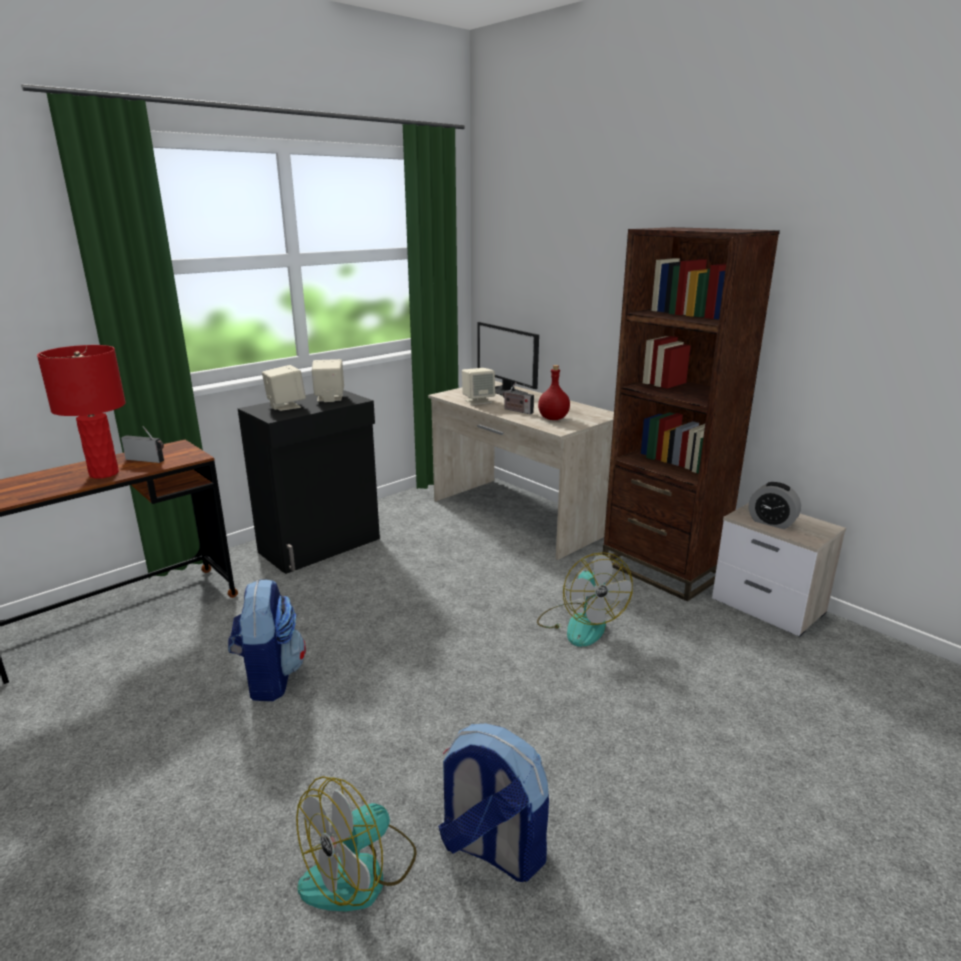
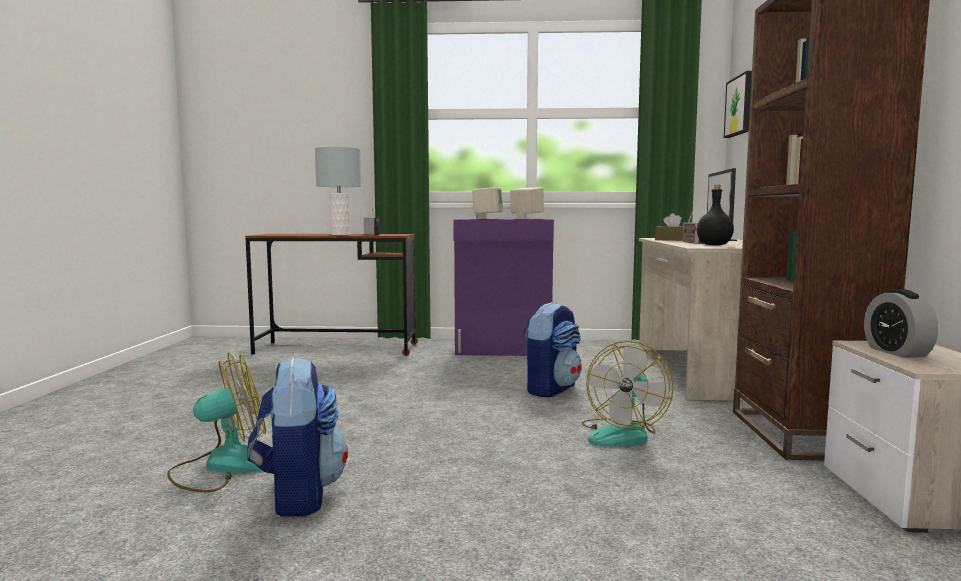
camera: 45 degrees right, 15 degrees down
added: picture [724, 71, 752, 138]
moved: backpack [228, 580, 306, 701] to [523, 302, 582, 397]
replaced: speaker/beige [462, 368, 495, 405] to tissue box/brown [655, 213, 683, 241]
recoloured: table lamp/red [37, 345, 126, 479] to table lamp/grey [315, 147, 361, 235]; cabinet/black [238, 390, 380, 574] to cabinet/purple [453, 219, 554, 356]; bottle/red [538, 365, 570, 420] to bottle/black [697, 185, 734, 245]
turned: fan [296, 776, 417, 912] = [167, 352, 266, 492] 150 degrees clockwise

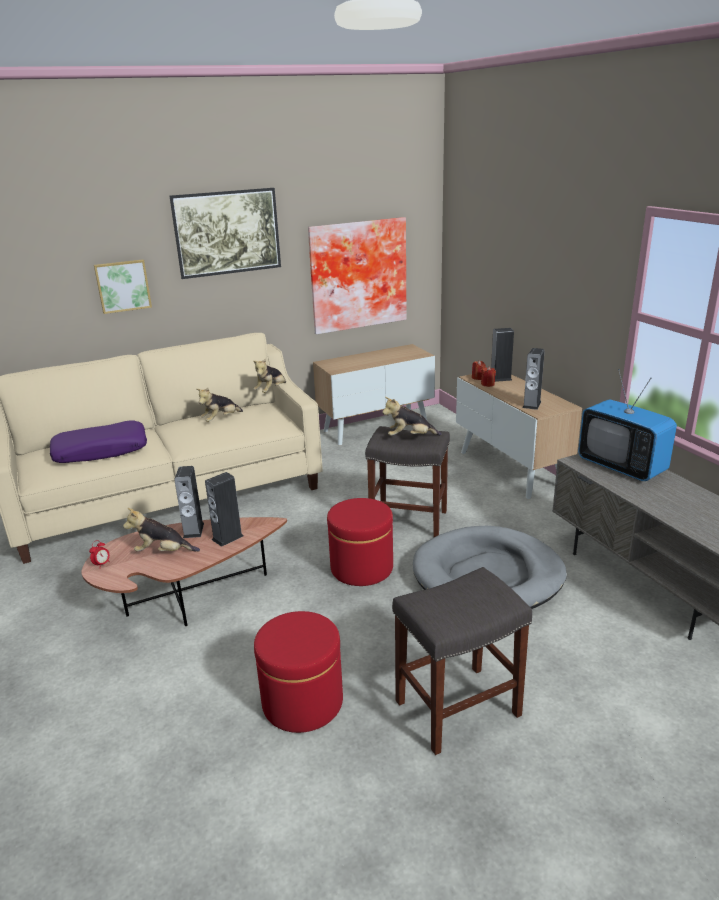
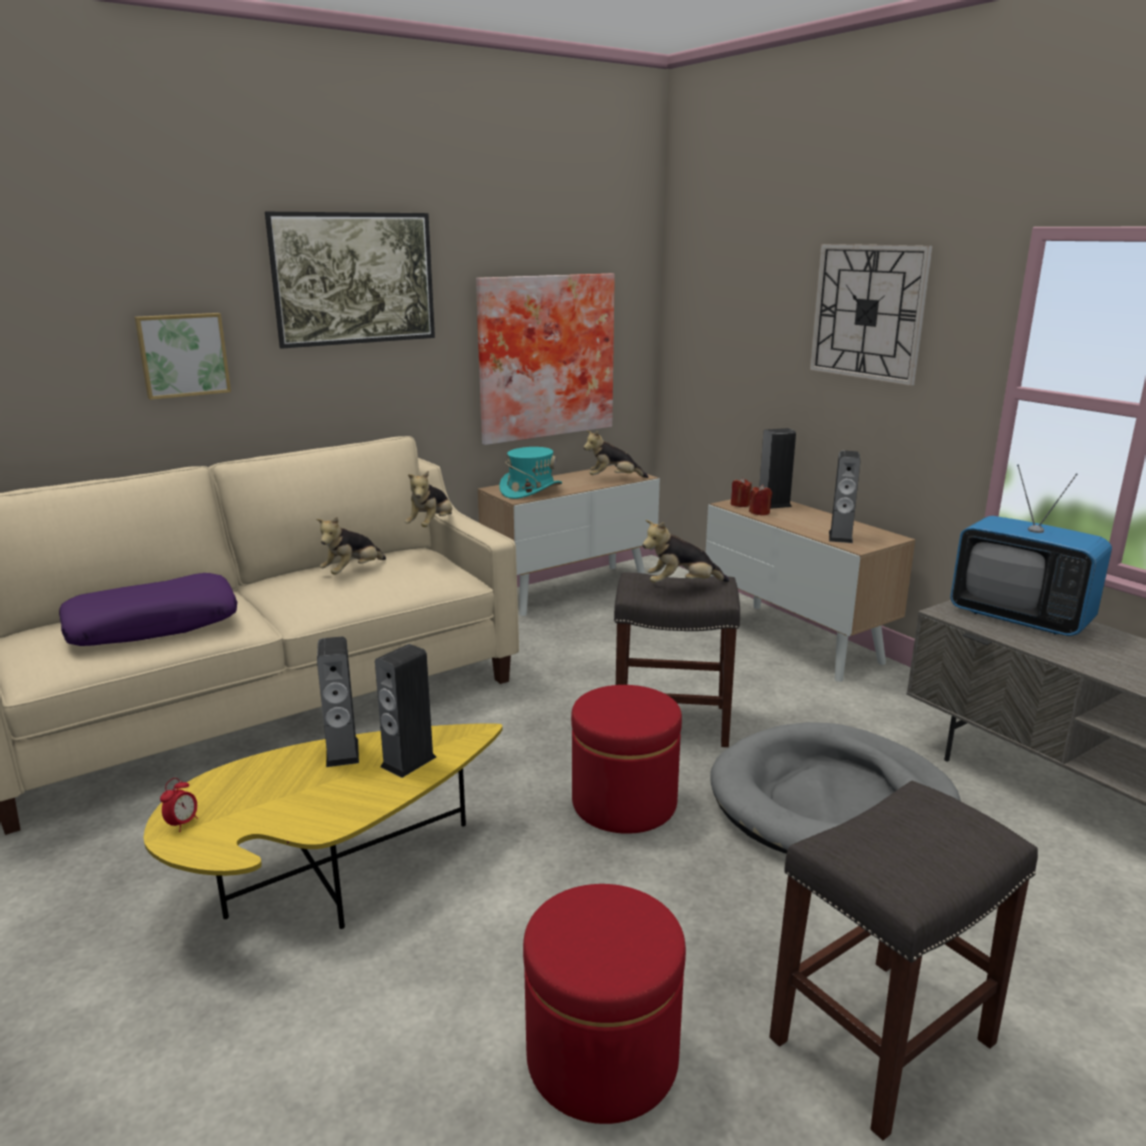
camera: 10 degrees left, 5 degrees down
added: hat/turquoise [499, 447, 562, 499]; wall clock [810, 244, 933, 386]
moved: plush toy [123, 508, 200, 552] to [583, 430, 648, 478]
recoloured: coffee table/brown [82, 517, 287, 626] to coffee table/yellow [143, 723, 502, 929]

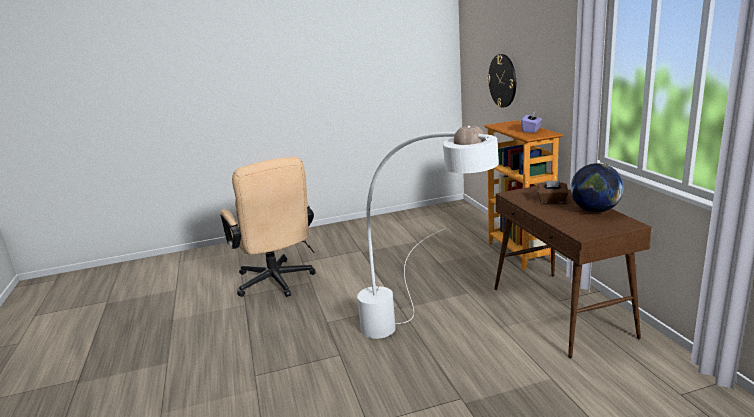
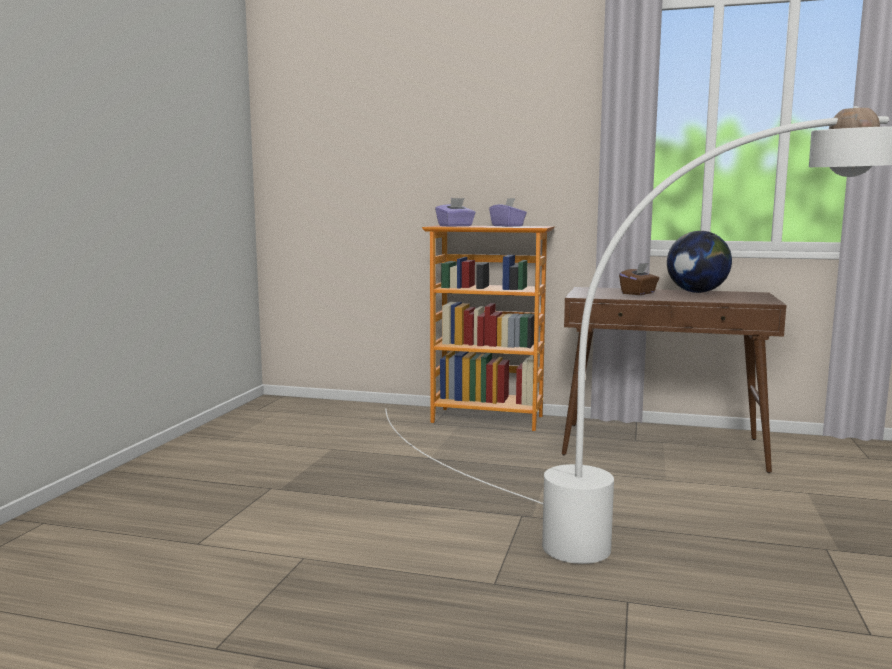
camera: 60 degrees left, 10 degrees down
removed: office chair/beige [220, 157, 316, 297]; wall clock [487, 54, 516, 108]
added: tissue box/purple [435, 198, 476, 227]

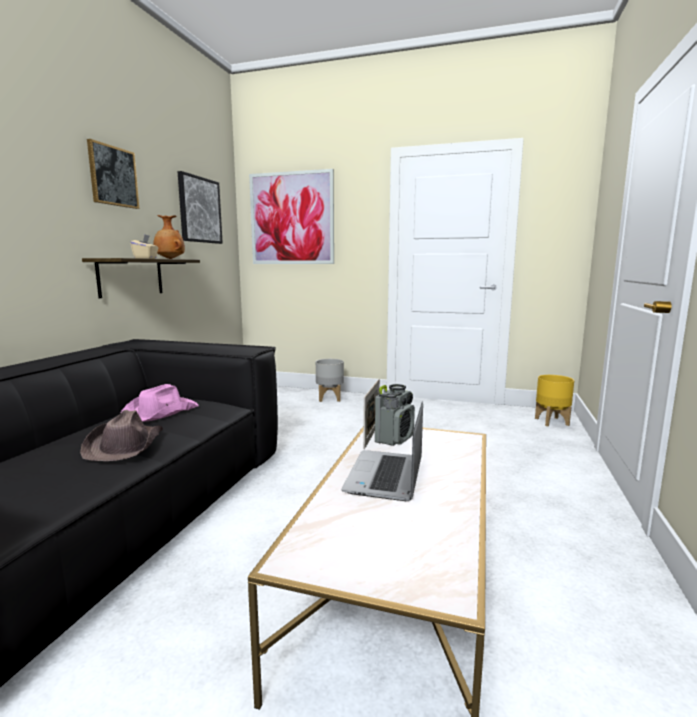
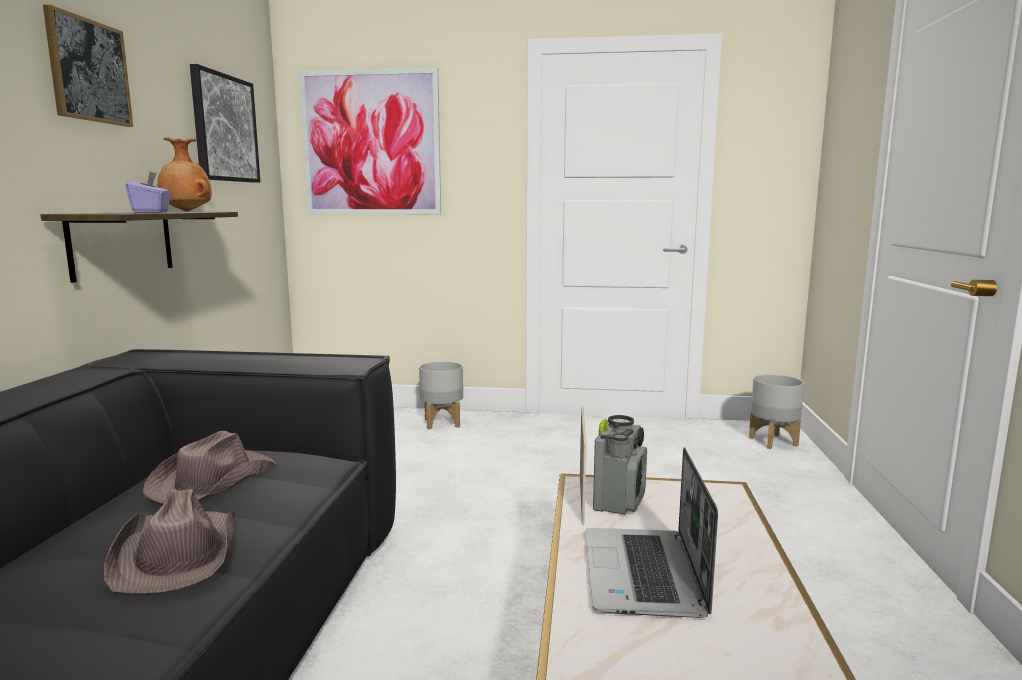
camera: 10 degrees left, 0 degrees up
recoloured: tissue box/beige [130, 235, 158, 259] to tissue box/purple [126, 172, 171, 213]; hat/pink [121, 384, 199, 422] to hat/brown [143, 431, 277, 503]; planter/yellow [535, 375, 574, 426] to planter/grey [749, 374, 804, 449]

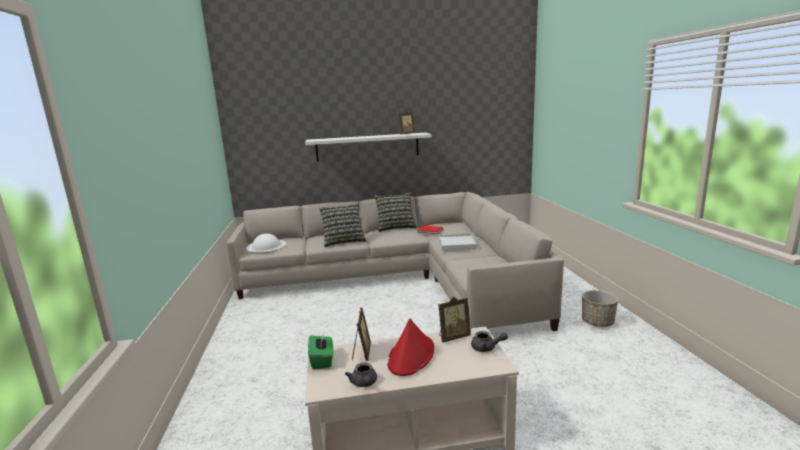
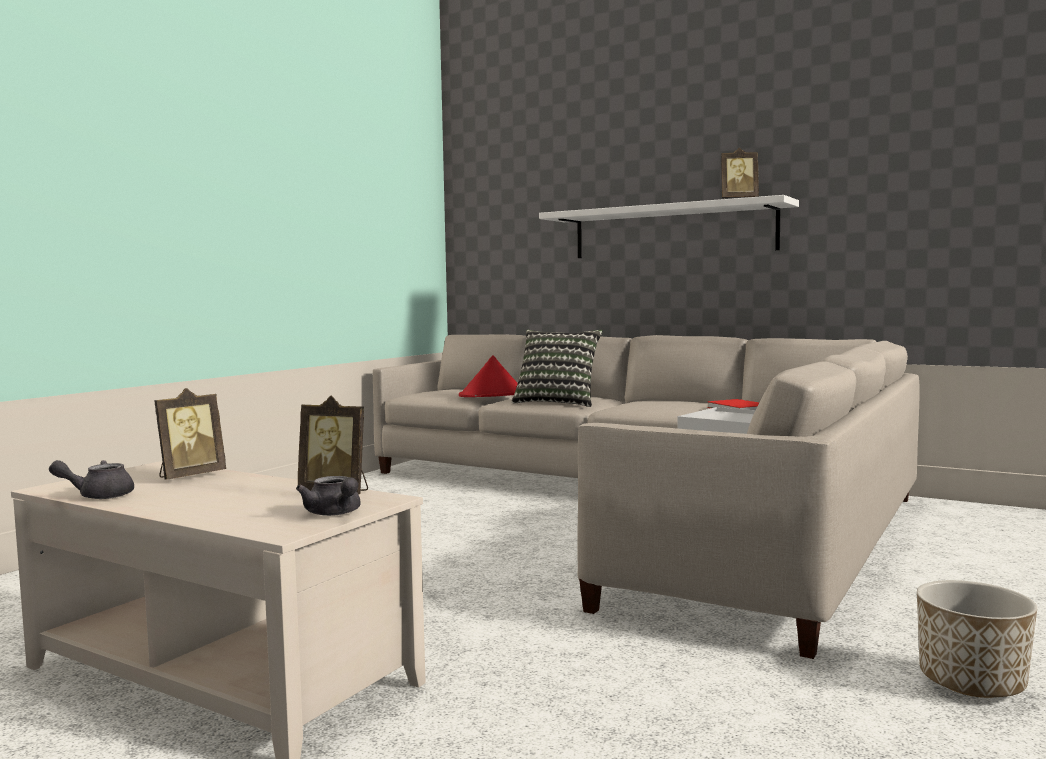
camera: 40 degrees right, 10 degrees down
removed: hat/white [246, 234, 286, 253]; tissue box/green [308, 332, 333, 370]; pillow [375, 192, 417, 232]
moved: hat/red [387, 319, 434, 376] to [459, 355, 518, 397]
turned: teapot/grey [345, 363, 377, 387] = [49, 460, 134, 499] 45 degrees clockwise

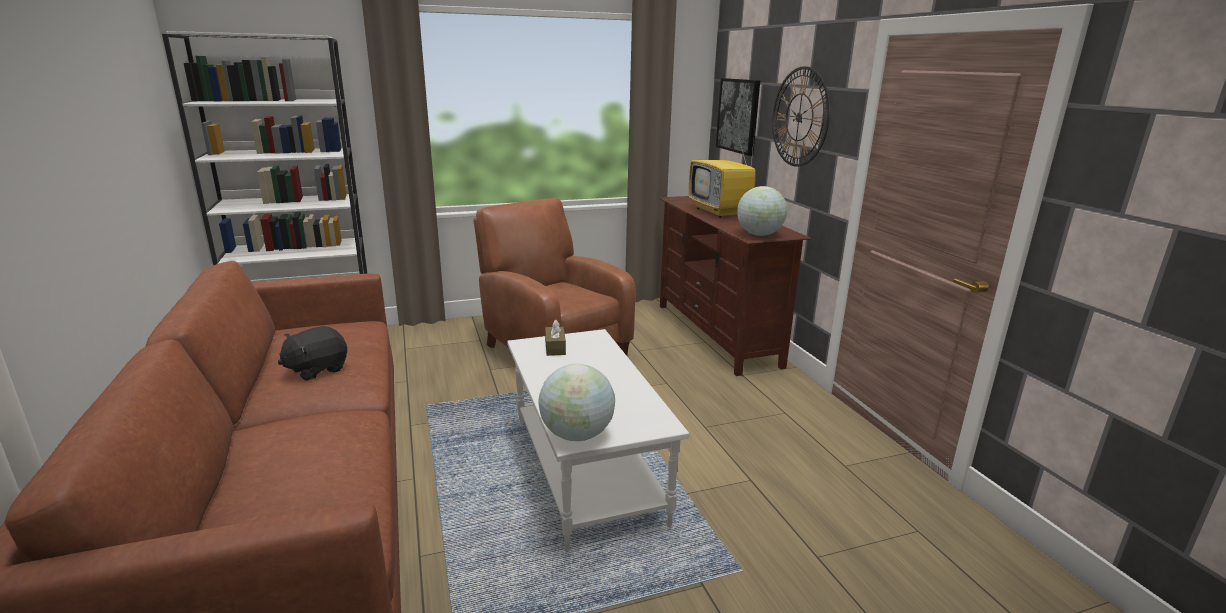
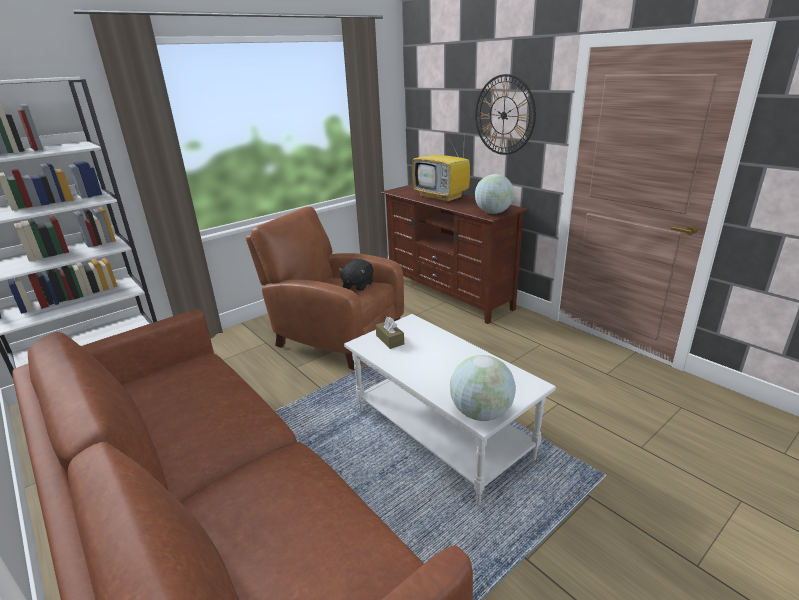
camera: 20 degrees left, 5 degrees up
removed: picture [716, 78, 760, 156]
moved: plush toy/black [278, 326, 347, 381] to [338, 259, 373, 291]

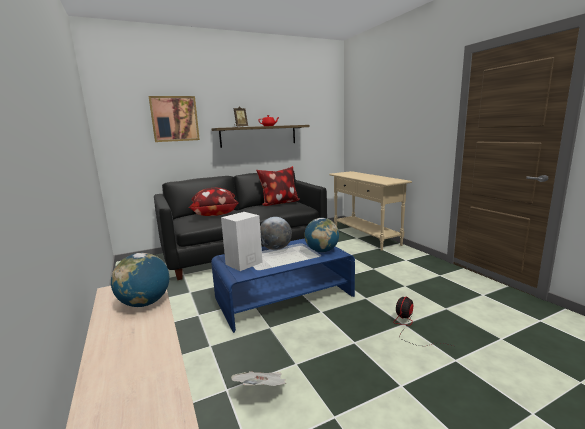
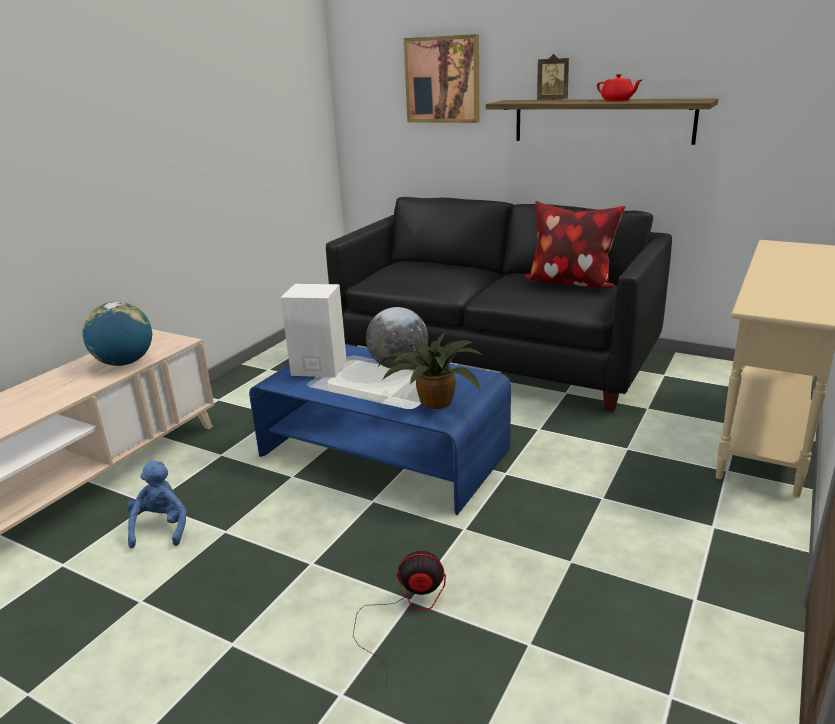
camera: 55 degrees right, 10 degrees up
removed: pillow [189, 188, 239, 216]
replaced: newspaper [231, 371, 286, 386] to plush toy/blue [127, 461, 186, 549]; globe [304, 218, 339, 252] to potted plant [379, 332, 482, 409]

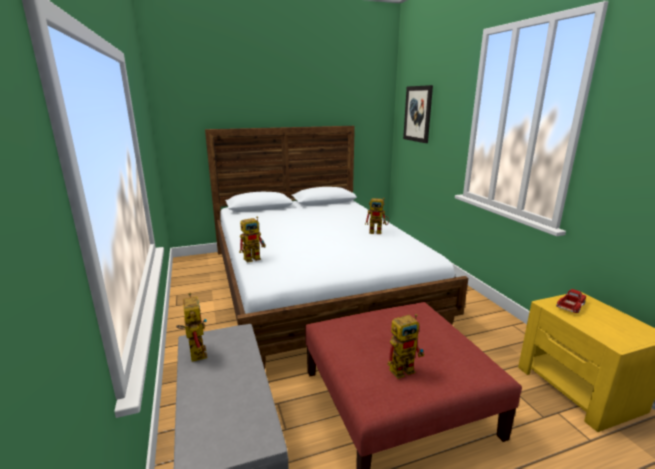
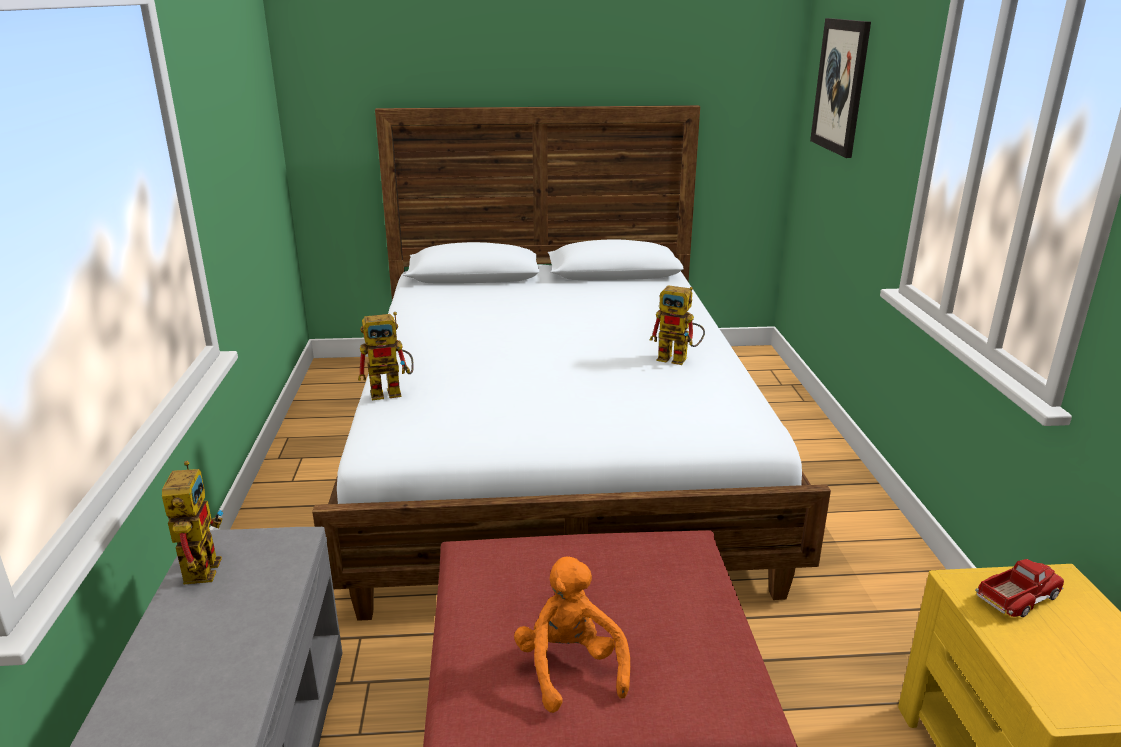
camera: 15 degrees right, 5 degrees up
replaced: toy robot [388, 314, 424, 379] to plush toy/orange [514, 556, 630, 713]

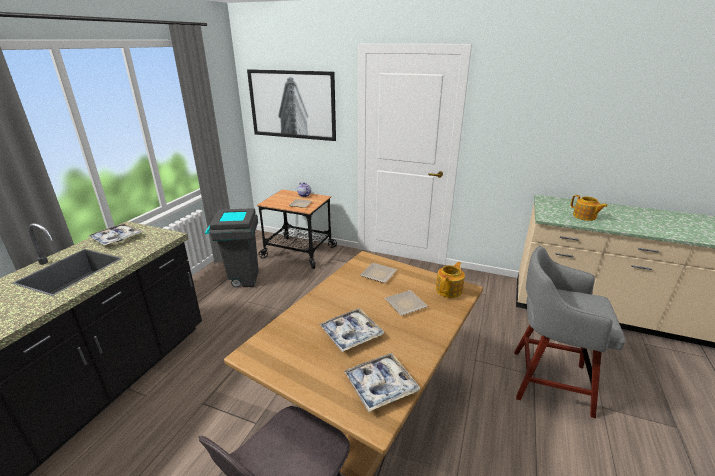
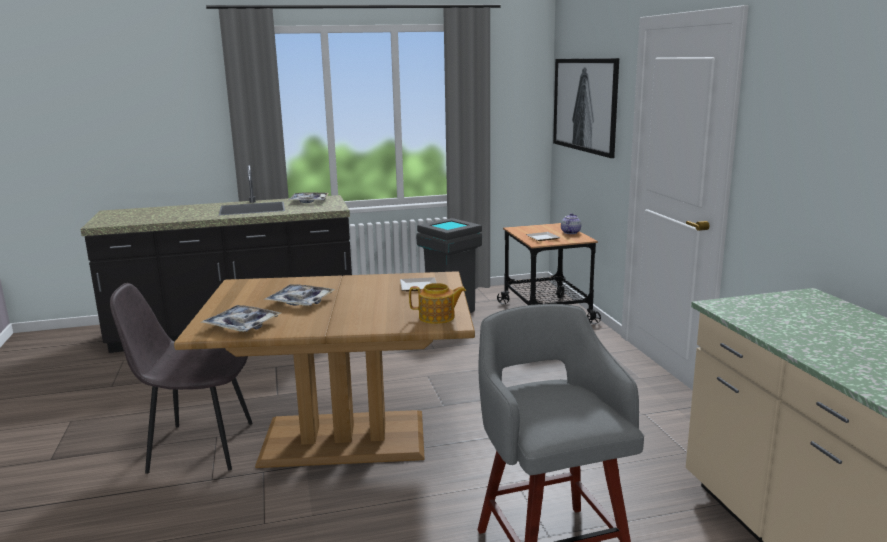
camera: 55 degrees right, 10 degrees down
removed: plate [385, 290, 428, 316]; teapot [571, 195, 608, 221]

